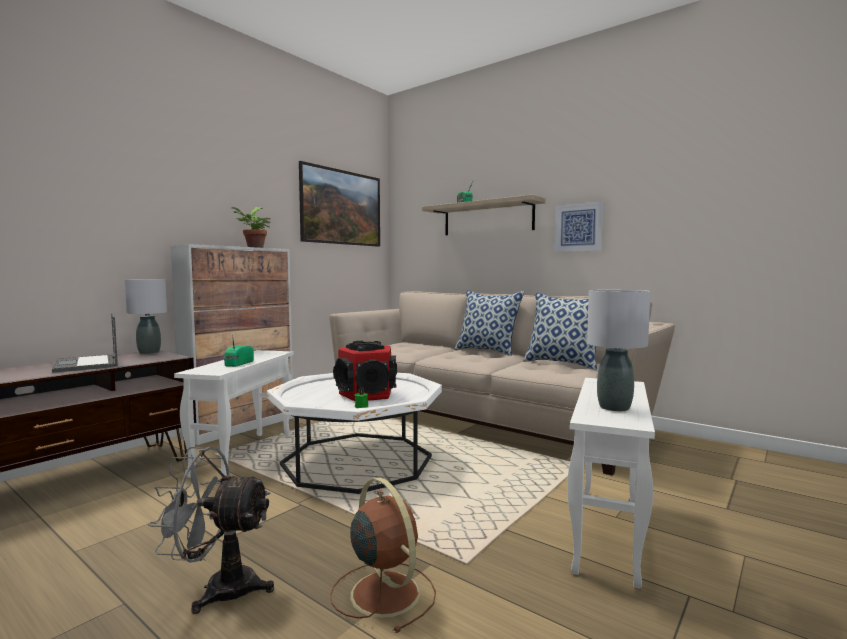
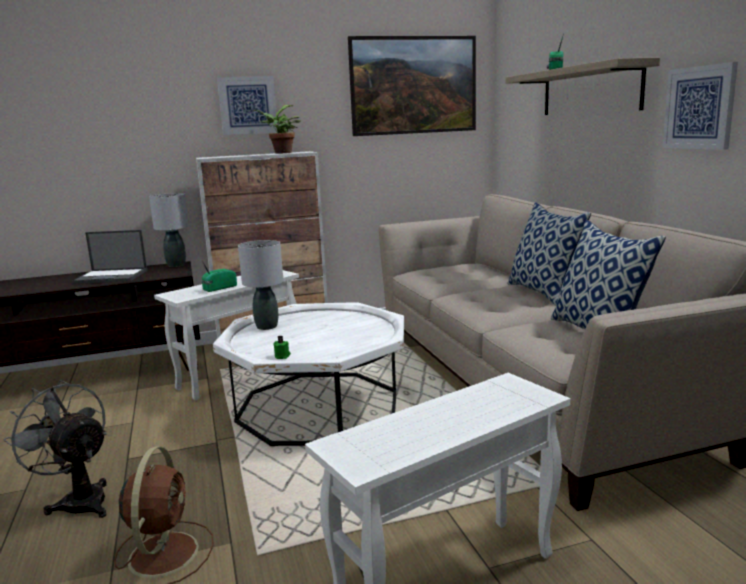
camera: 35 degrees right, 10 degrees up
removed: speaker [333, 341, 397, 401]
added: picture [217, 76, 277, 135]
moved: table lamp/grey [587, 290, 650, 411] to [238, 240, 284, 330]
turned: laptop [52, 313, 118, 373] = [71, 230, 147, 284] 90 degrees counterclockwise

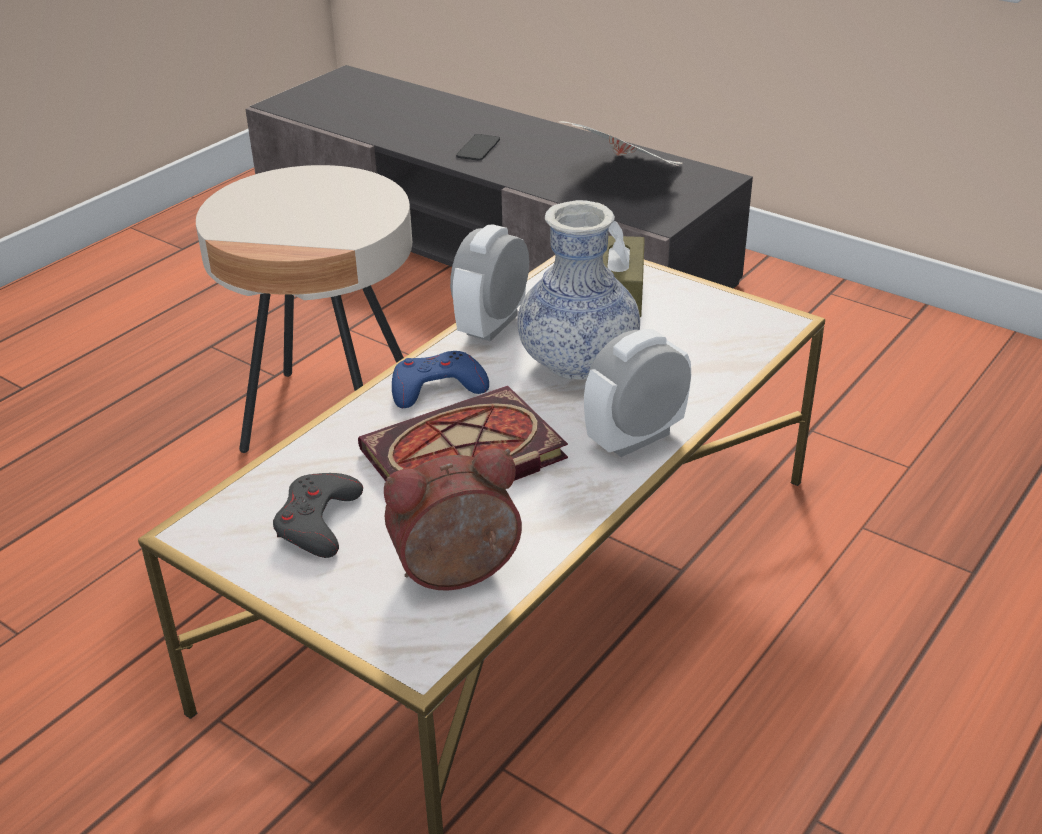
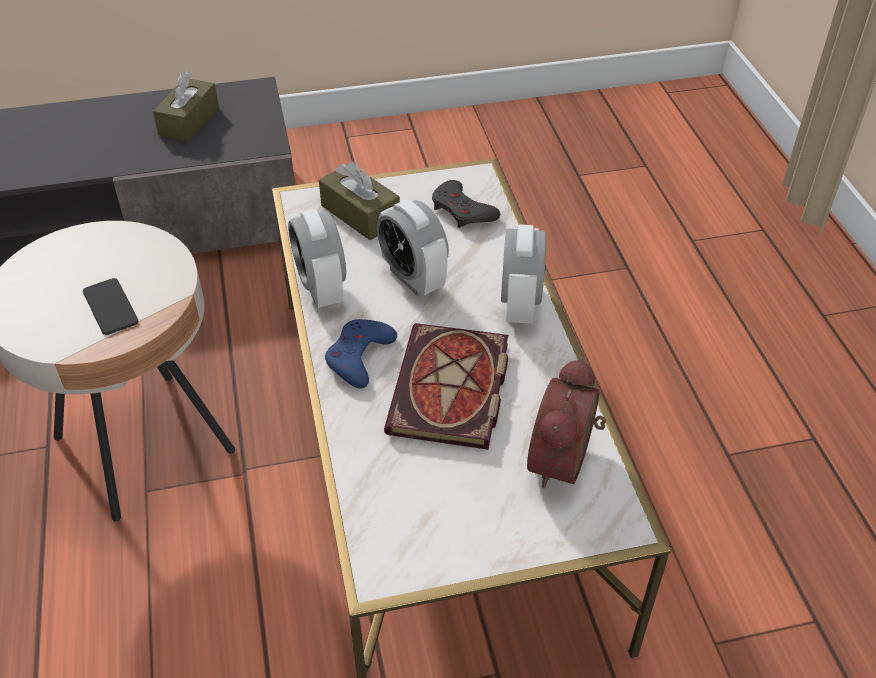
camera: 50 degrees left, 10 degrees up
moved: phone [456, 134, 500, 161] to [83, 278, 138, 335]; game controller/grey [273, 473, 363, 558] to [432, 180, 500, 228]
replaced: newspaper [559, 121, 682, 166] to tissue box/brown [153, 71, 219, 142]; vase [517, 200, 640, 380] to alarm clock [377, 199, 449, 296]

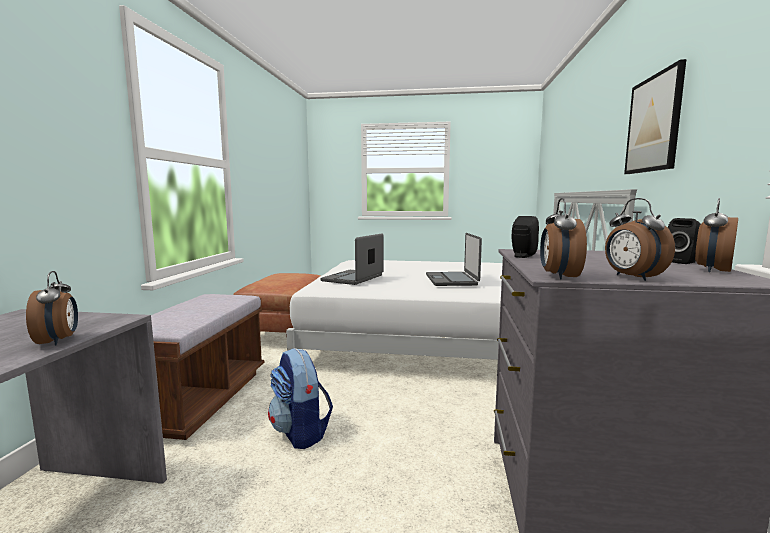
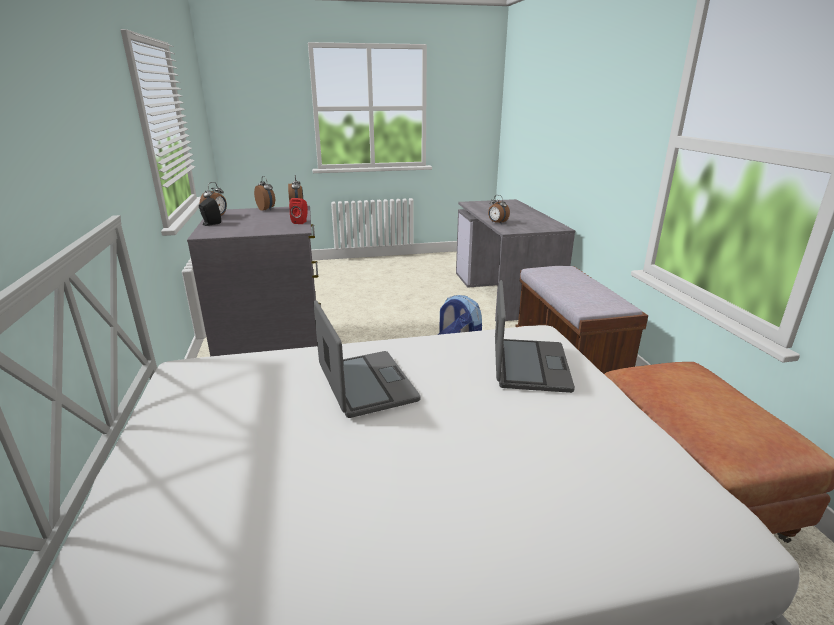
camera: 160 degrees right, 15 degrees up
removed: picture [624, 59, 686, 174]
recoloured: speaker/black [512, 216, 539, 258] to speaker/red [289, 198, 308, 224]

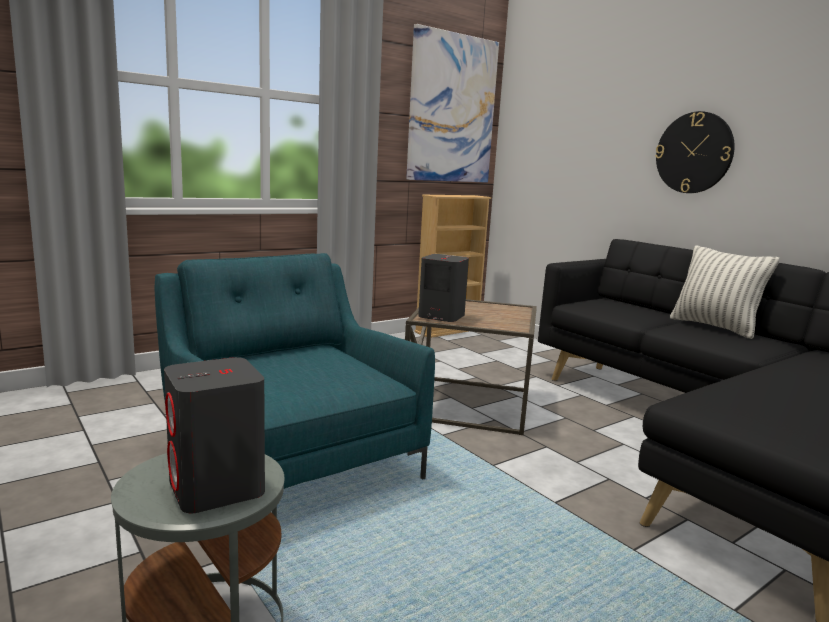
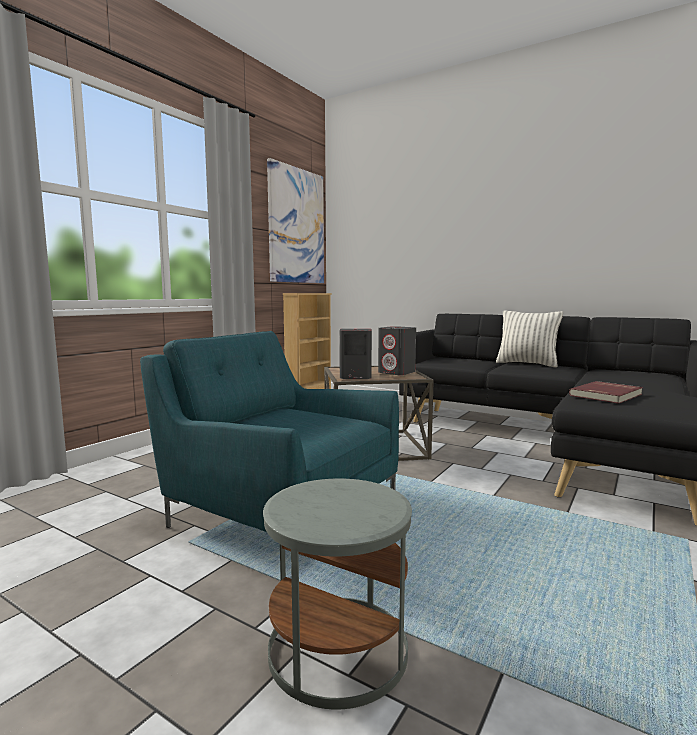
camera: 20 degrees left, 5 degrees down
removed: wall clock [655, 111, 735, 193]
added: book/red [569, 381, 643, 403]
moved: speaker/grey [164, 357, 265, 513] to [378, 326, 416, 375]

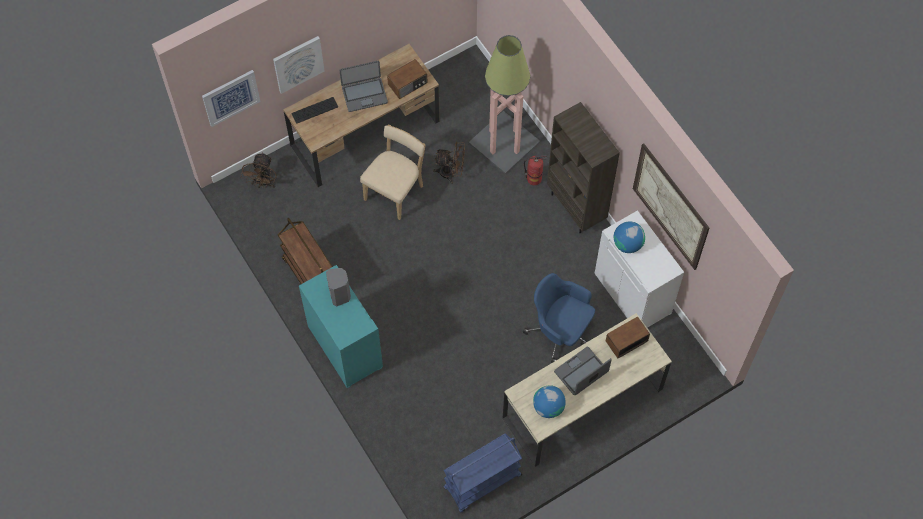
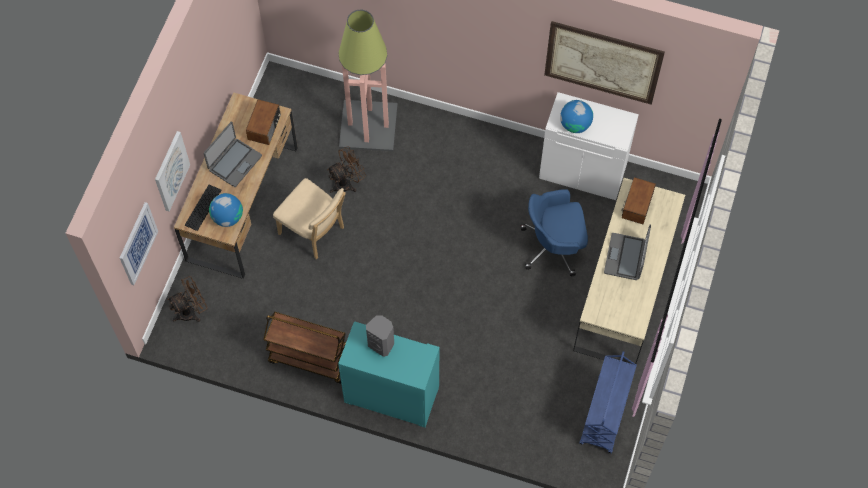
camera: 40 degrees left, 0 degrees up
removed: fire extinguisher [524, 155, 547, 185]; bookcase/brown [547, 102, 620, 233]
moved: globe [533, 385, 566, 418] to [209, 193, 243, 227]
turned: fan/brown [241, 152, 277, 188] = [167, 276, 207, 322] 90 degrees counterclockwise; chair/beige [360, 125, 426, 220] = [273, 178, 346, 259] 135 degrees clockwise

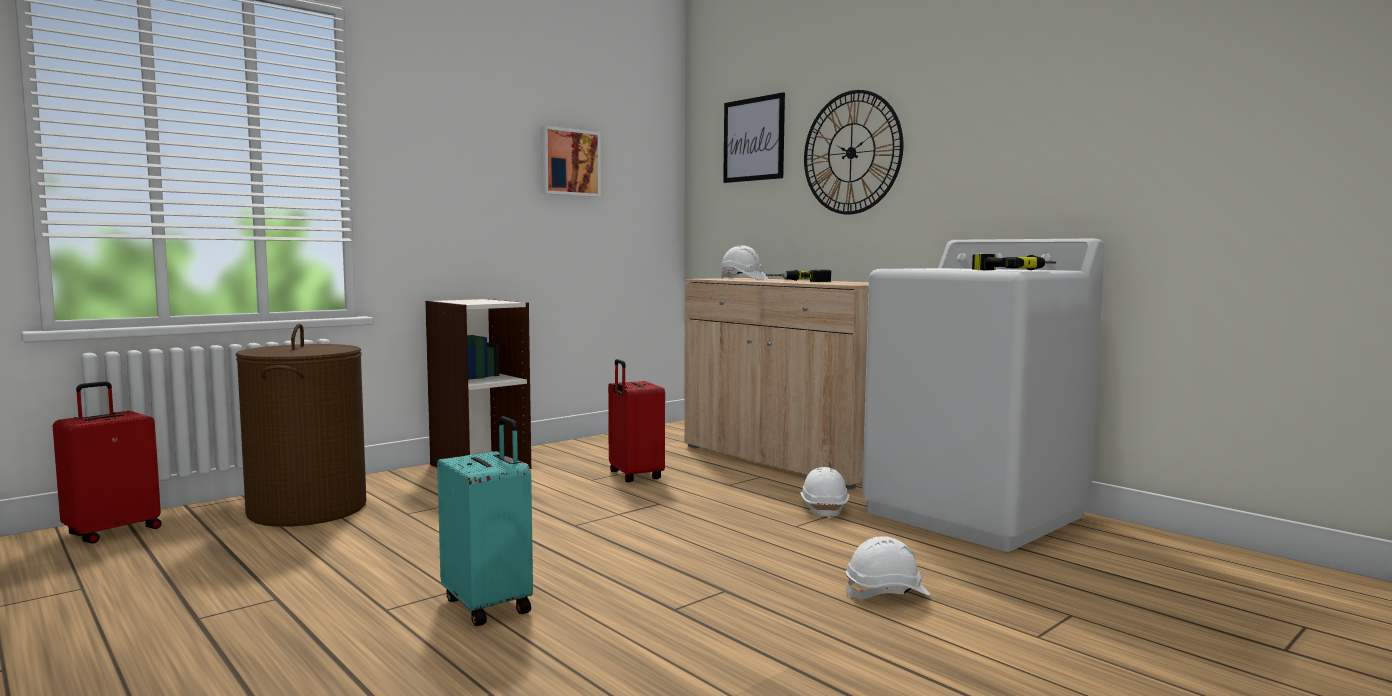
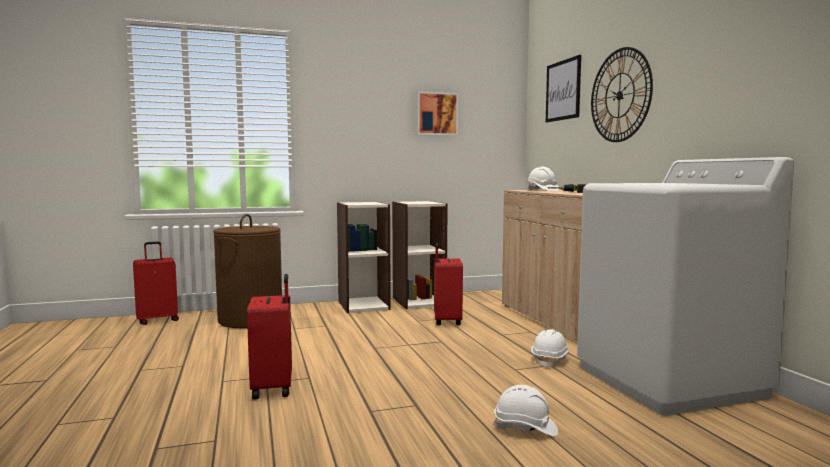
camera: 25 degrees right, 0 degrees up
removed: power drill [972, 254, 1056, 270]
added: bookcase [392, 201, 448, 309]
recoloured: suitcase/turquoise [437, 416, 533, 626] to suitcase/red [247, 274, 292, 399]

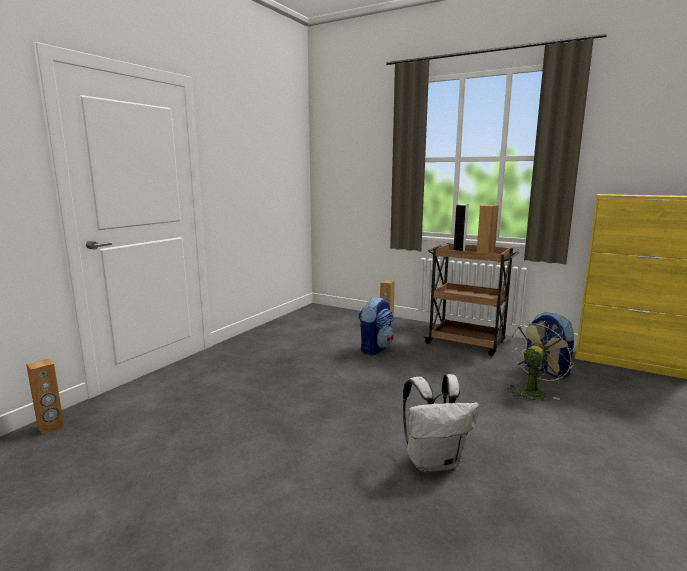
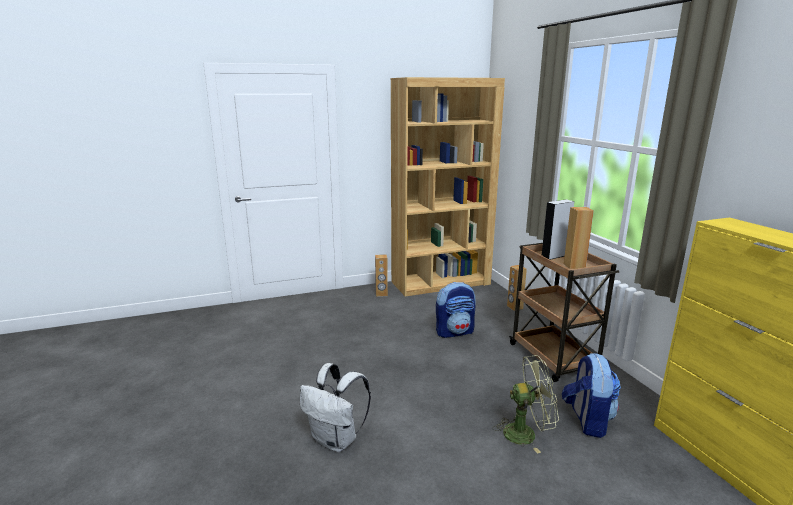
camera: 40 degrees right, 5 degrees up
added: bookcase/brown [391, 77, 505, 297]
moved: speaker/brown [26, 359, 64, 435] to [375, 254, 388, 297]

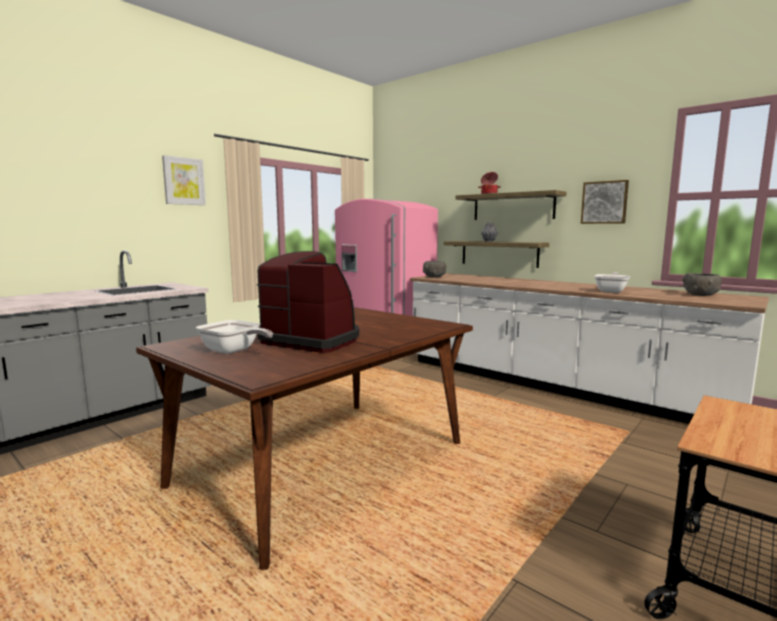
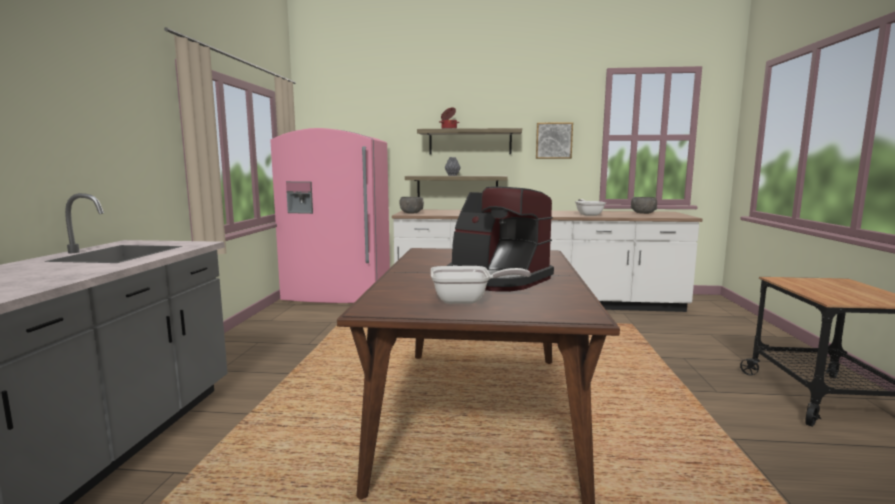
camera: 35 degrees left, 0 degrees up
removed: picture [162, 155, 206, 205]
turned: coffee machine [257, 251, 359, 353] = [447, 186, 554, 292] 135 degrees counterclockwise

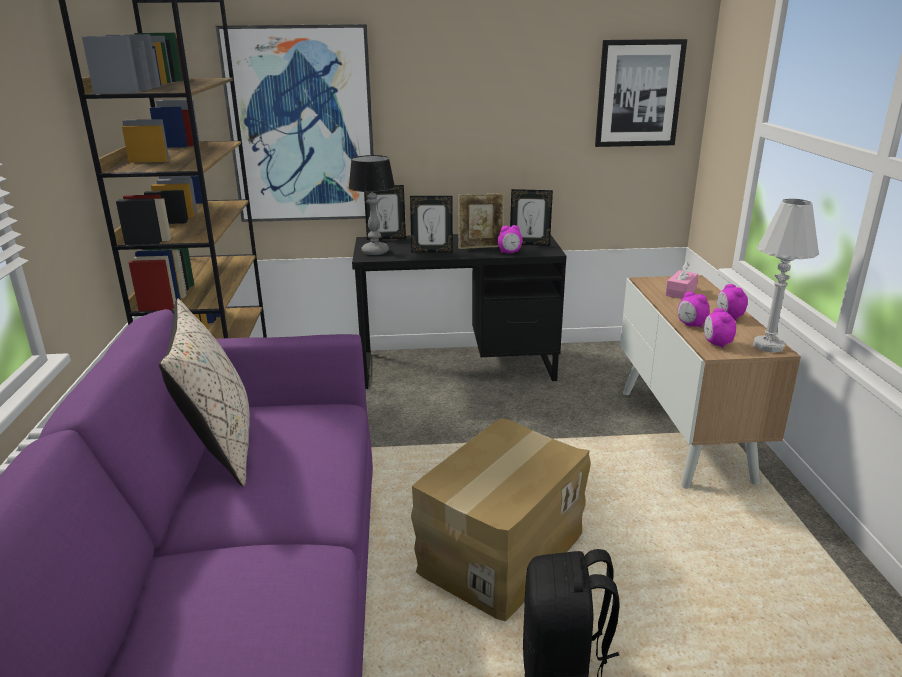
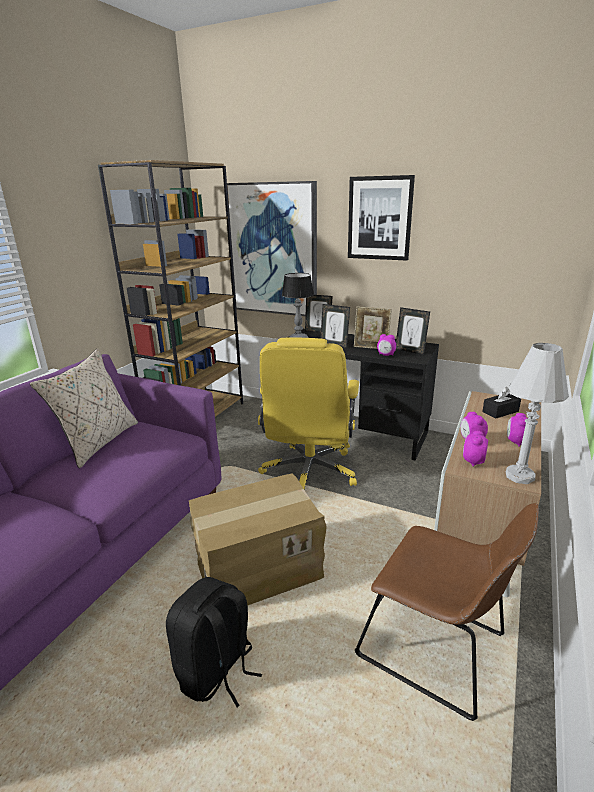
camera: 30 degrees right, 0 degrees up
added: office chair/yellow [258, 338, 359, 490]; chair/brown [355, 503, 539, 721]
moved: picture [595, 39, 687, 147] to [348, 175, 415, 261]
recoloured: tissue box/pink [666, 262, 698, 299] to tissue box/black [482, 387, 521, 419]

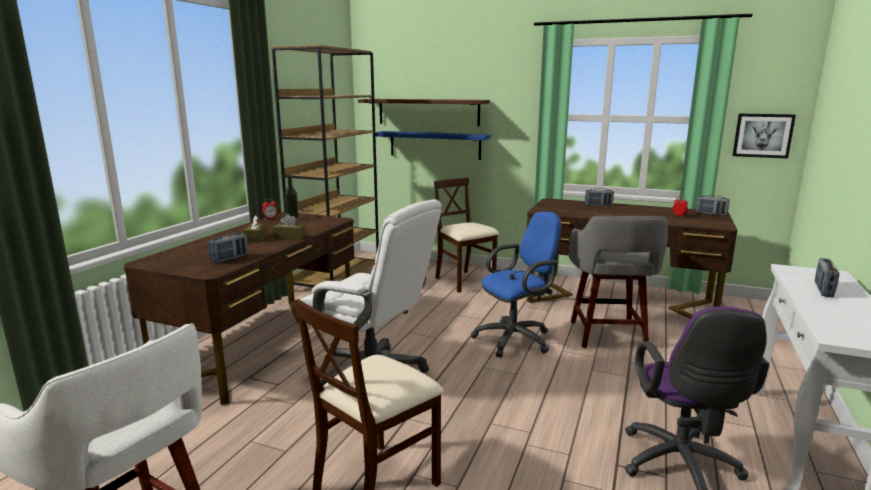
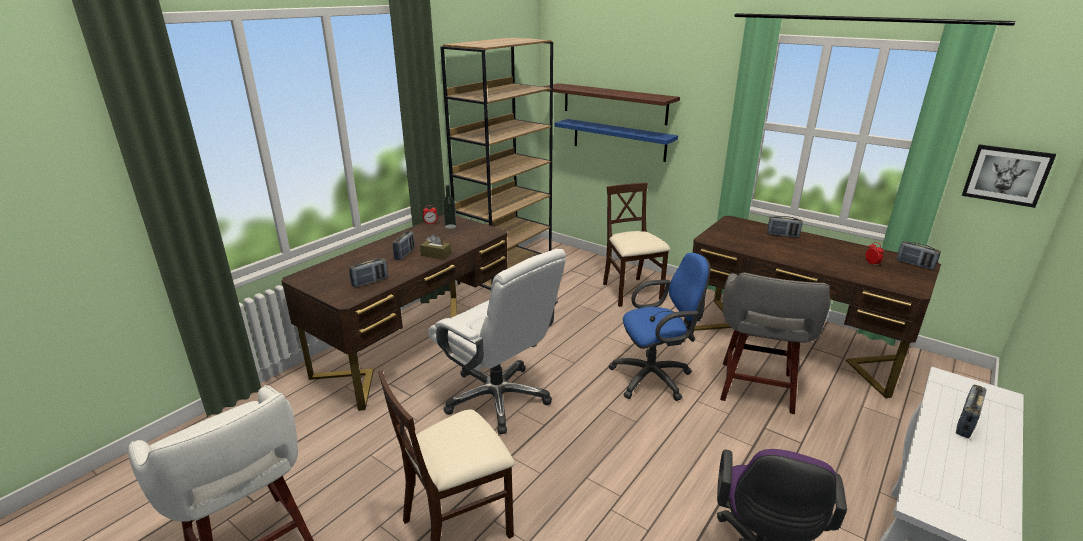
camera: 15 degrees right, 10 degrees up
replaced: tissue box/brown [244, 215, 267, 243] to radio [393, 231, 415, 260]

